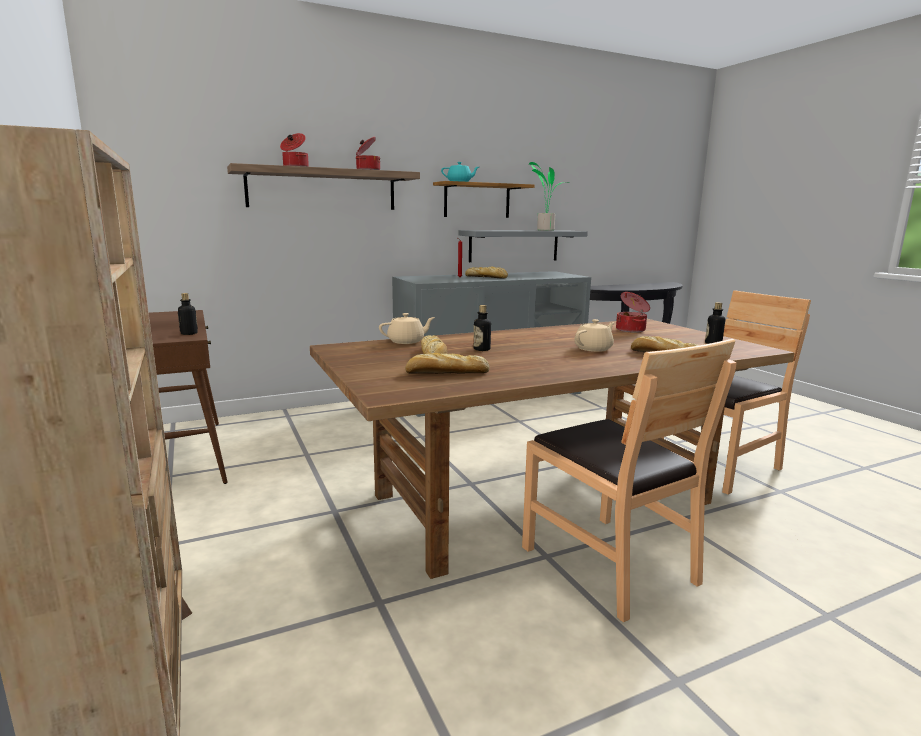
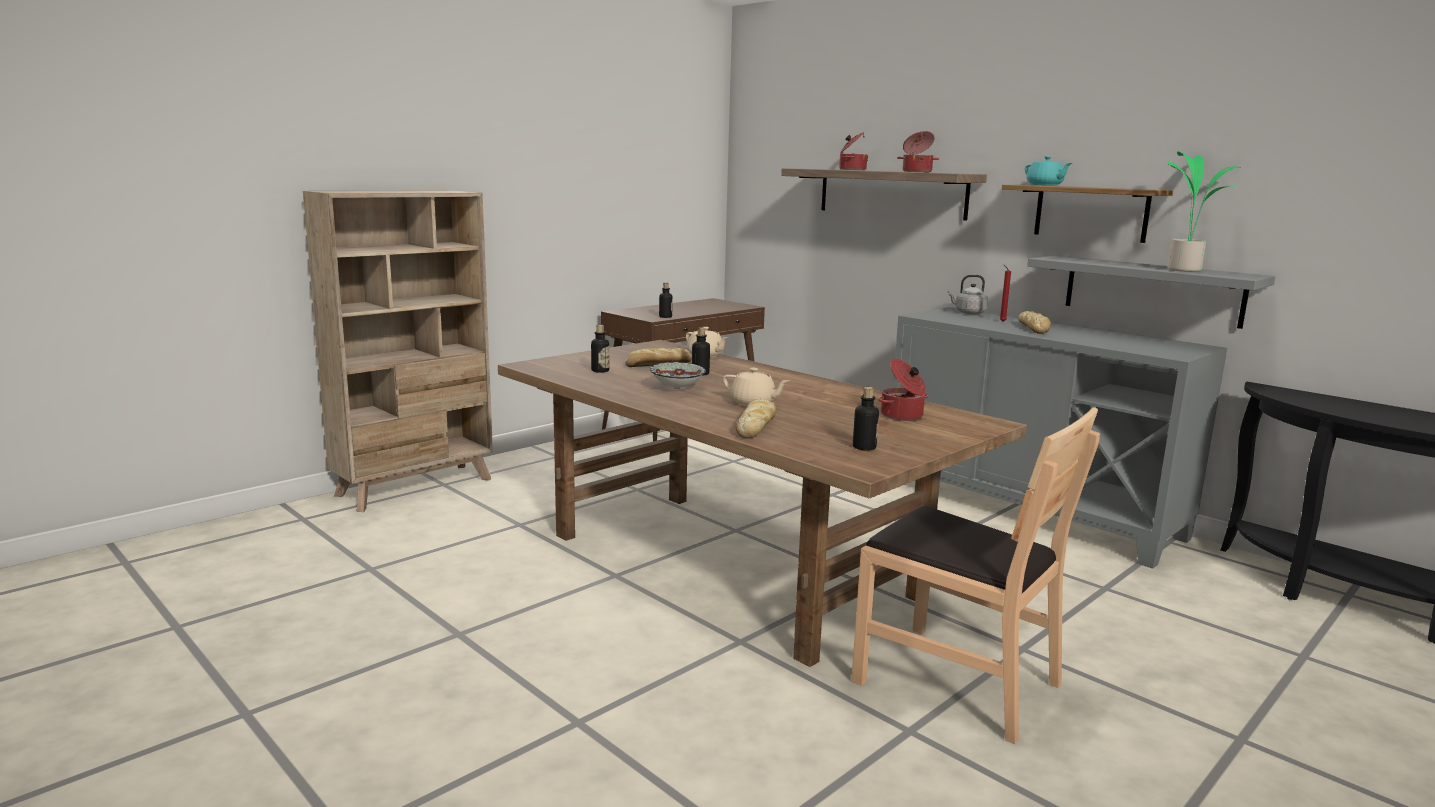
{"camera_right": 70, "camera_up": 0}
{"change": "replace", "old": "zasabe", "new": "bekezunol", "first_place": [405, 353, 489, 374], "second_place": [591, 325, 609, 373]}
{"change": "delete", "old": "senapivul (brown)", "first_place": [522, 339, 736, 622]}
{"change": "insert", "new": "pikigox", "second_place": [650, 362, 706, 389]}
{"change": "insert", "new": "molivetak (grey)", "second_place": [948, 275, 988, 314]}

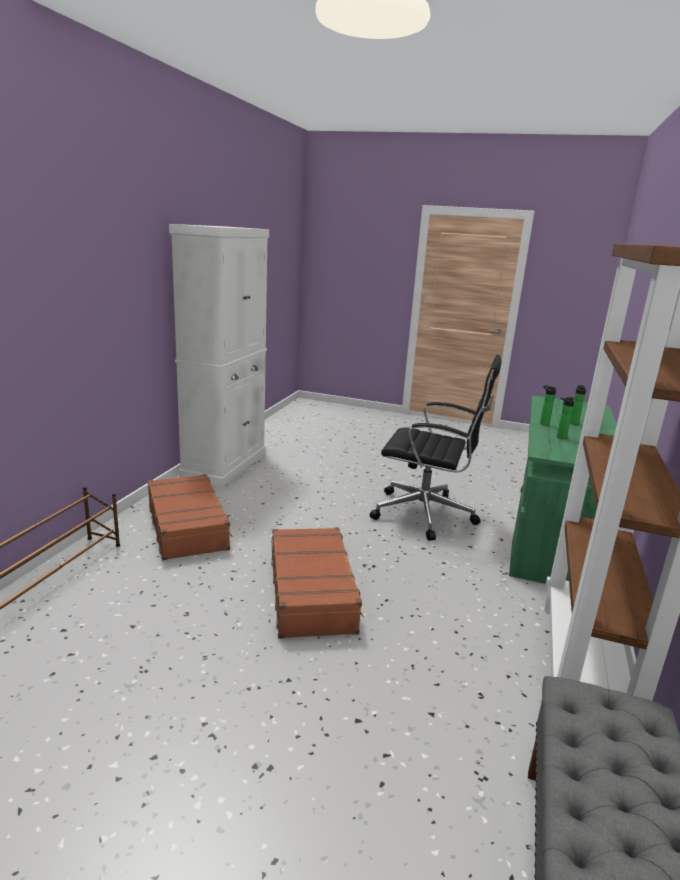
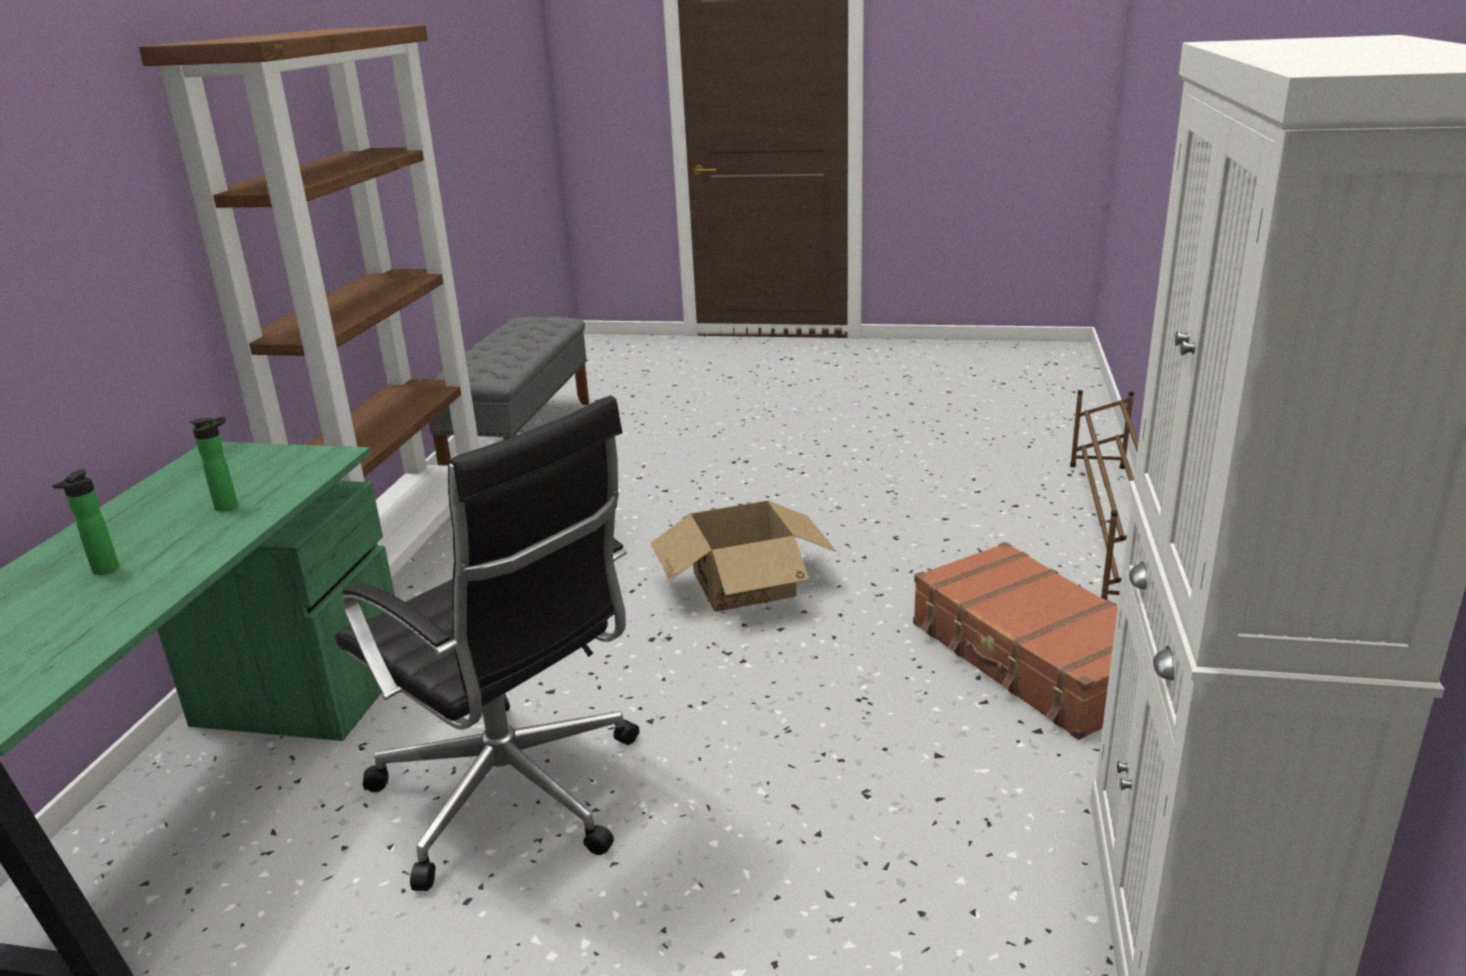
{"camera_right": 175, "camera_up": 5}
{"change": "replace", "old": "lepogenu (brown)", "new": "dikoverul", "first_place": [272, 527, 364, 639], "second_place": [651, 501, 836, 612]}
{"change": "rotate", "old": "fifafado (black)", "first_place": [370, 355, 502, 541], "second_place": [335, 396, 639, 891], "degrees": -150}
{"change": "delete", "old": "bekezunol", "first_place": [540, 385, 556, 426]}

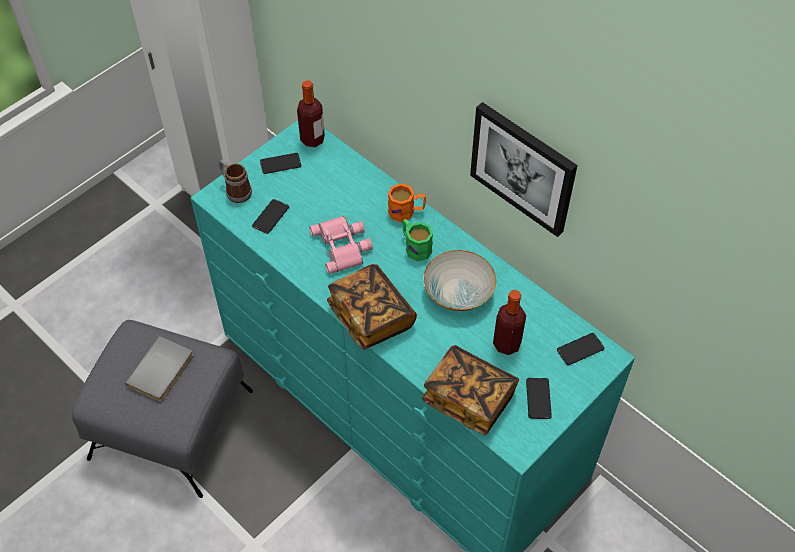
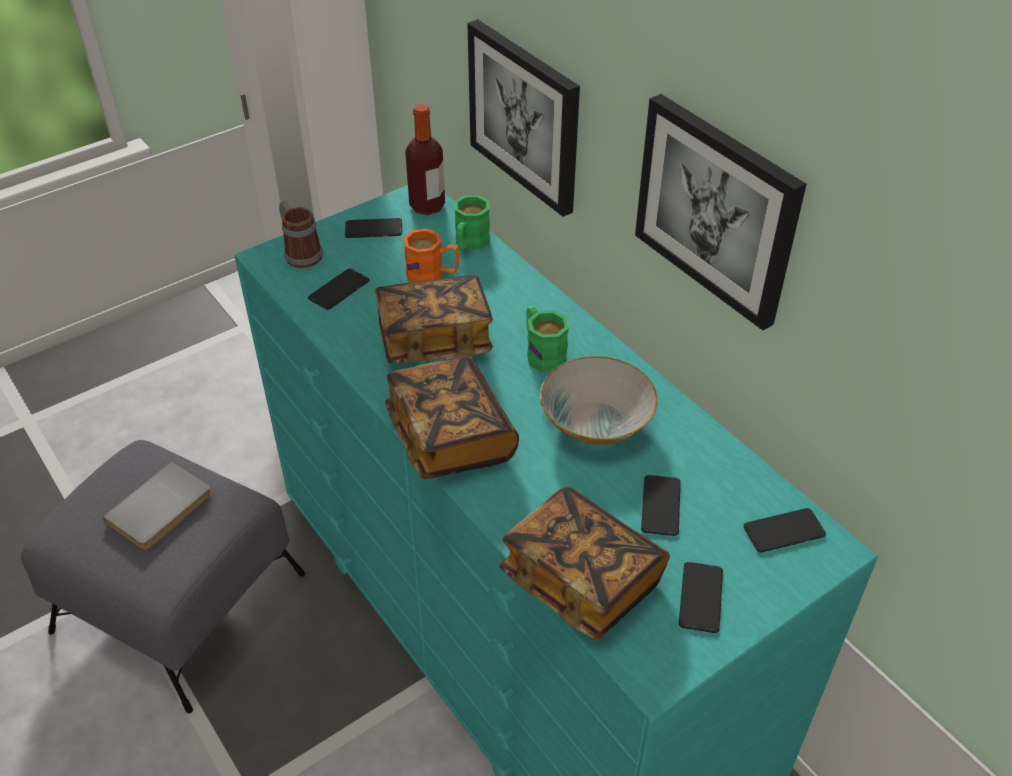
{"camera_right": 10, "camera_up": -10}
{"change": "replace", "old": "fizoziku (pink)", "new": "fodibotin", "first_place": [309, 216, 373, 274], "second_place": [374, 275, 493, 363]}
{"change": "move", "old": "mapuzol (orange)", "first_place": [388, 183, 426, 222], "second_place": [403, 228, 459, 282]}
{"change": "replace", "old": "bekezunol", "new": "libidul", "first_place": [493, 290, 526, 355], "second_place": [641, 475, 681, 536]}
{"change": "insert", "new": "mapuzol (green)", "second_place": [454, 195, 490, 251]}
{"change": "insert", "new": "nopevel", "second_place": [467, 19, 580, 217]}

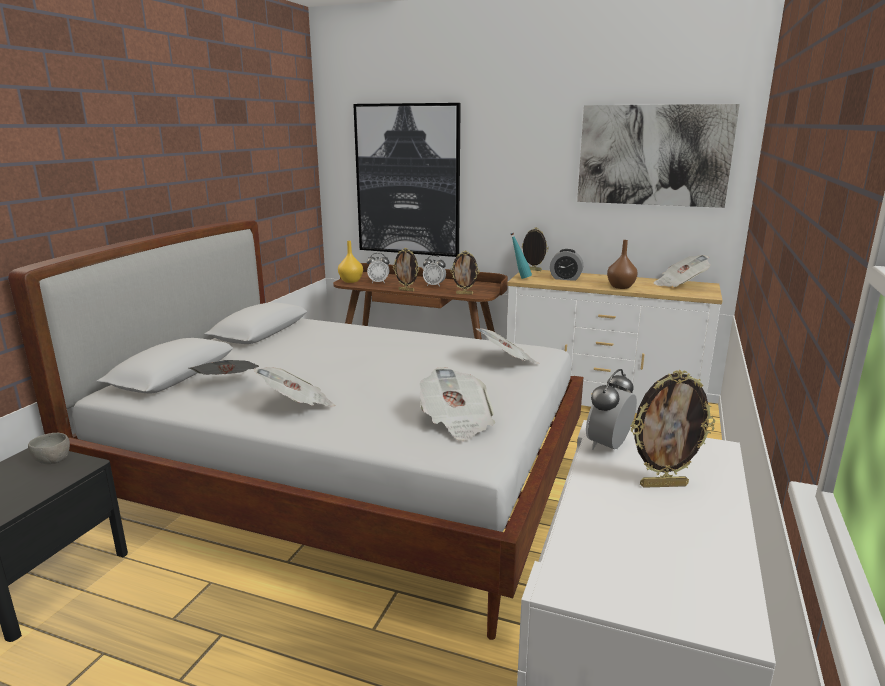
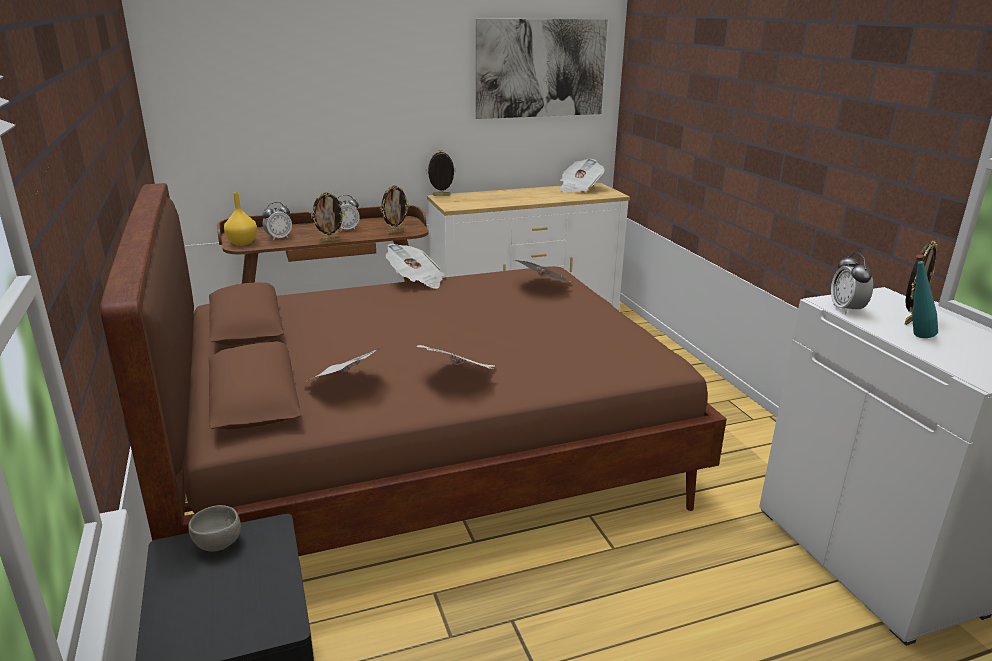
{"camera_right": -40, "camera_up": 5}
{"change": "recolor", "old": "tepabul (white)", "new": "tepabul (brown)", "first_place": [8, 220, 583, 640], "second_place": [100, 183, 727, 556]}
{"change": "delete", "old": "nopevel", "first_place": [353, 103, 461, 257]}
{"change": "move", "old": "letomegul", "first_place": [419, 367, 495, 441], "second_place": [385, 244, 445, 289]}
{"change": "move", "old": "bekezunol (turquoise)", "first_place": [511, 233, 532, 279], "second_place": [912, 254, 938, 338]}
{"change": "delete", "old": "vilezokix", "first_place": [550, 249, 583, 281]}
{"change": "delete", "old": "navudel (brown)", "first_place": [607, 240, 638, 289]}

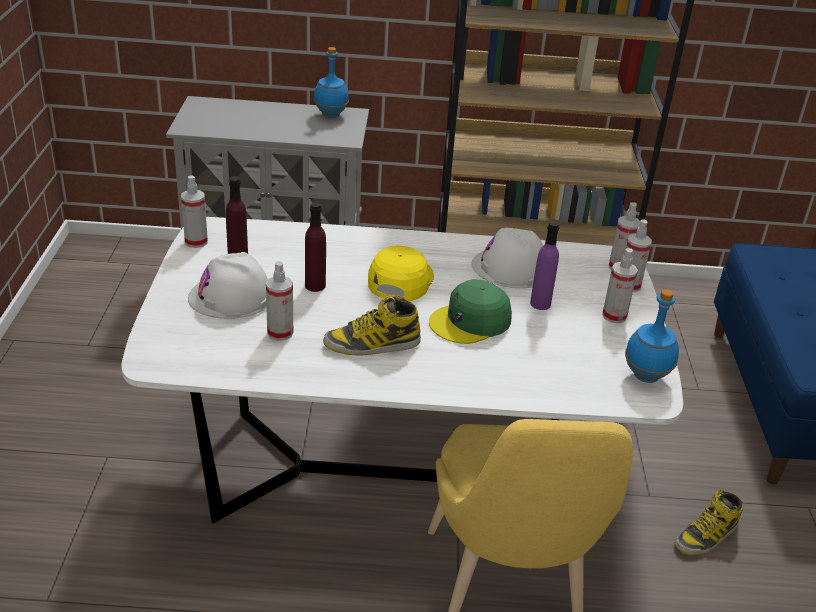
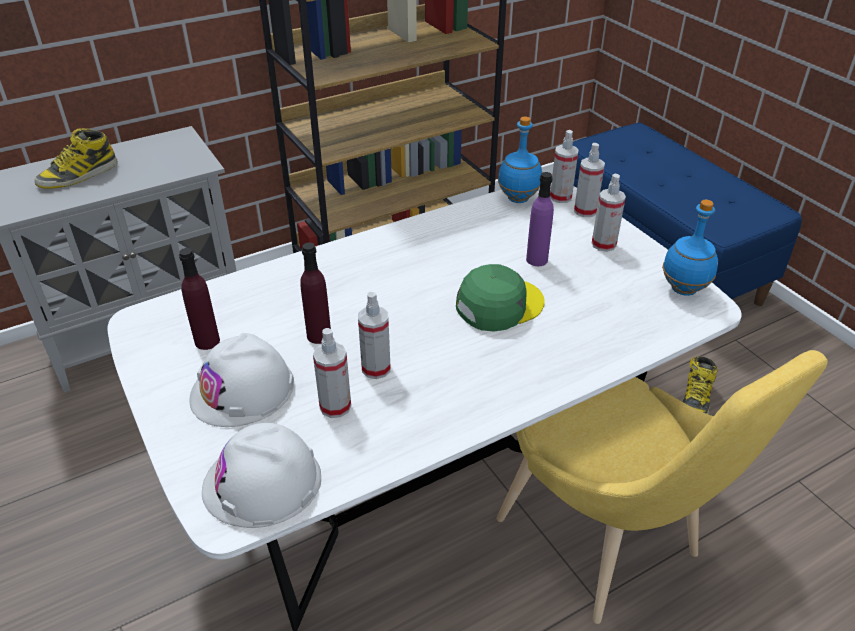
{"camera_right": -30, "camera_up": 5}
{"change": "move", "old": "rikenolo", "first_place": [181, 175, 208, 248], "second_place": [358, 292, 391, 379]}
{"change": "move", "old": "bekezunol (blue)", "first_place": [314, 47, 349, 118], "second_place": [498, 117, 542, 203]}
{"change": "move", "old": "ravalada", "first_place": [323, 295, 421, 356], "second_place": [35, 128, 118, 189]}
{"change": "delete", "old": "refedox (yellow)", "first_place": [368, 245, 434, 301]}
{"change": "rotate", "old": "refedox (green)", "first_place": [429, 279, 512, 344], "second_place": [456, 264, 545, 331], "degrees": -150}
{"change": "move", "old": "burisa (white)", "first_place": [471, 228, 543, 288], "second_place": [202, 423, 321, 528]}

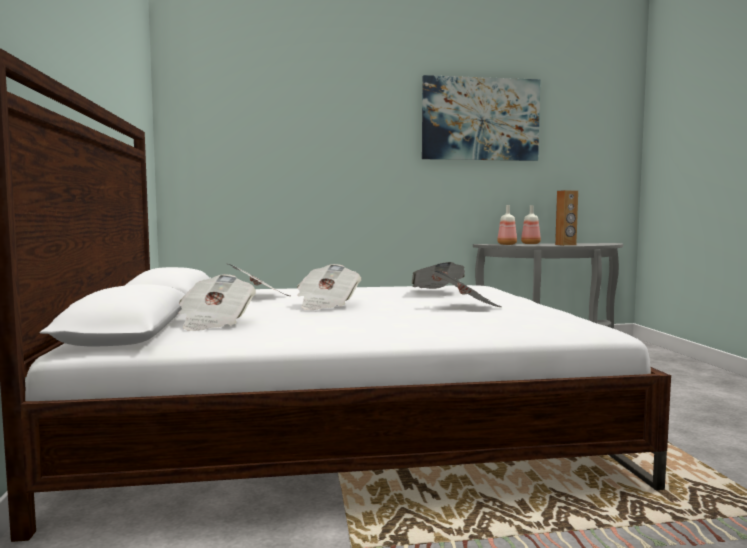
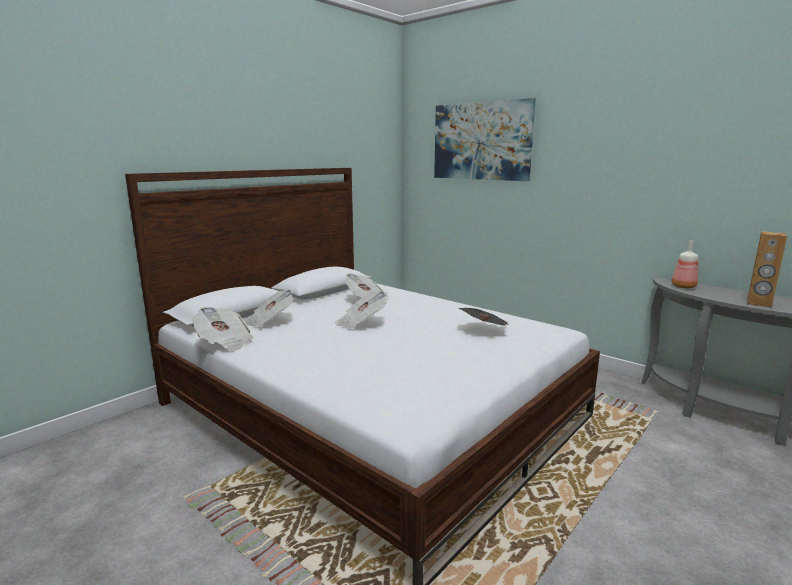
{"camera_right": 50, "camera_up": 10}
{"change": "move", "old": "nopevel", "first_place": [422, 75, 541, 161], "second_place": [434, 98, 536, 181]}
{"change": "move", "old": "letomegul", "first_place": [432, 270, 502, 307], "second_place": [192, 307, 254, 351]}
{"change": "delete", "old": "bekezunol", "first_place": [521, 205, 541, 244]}

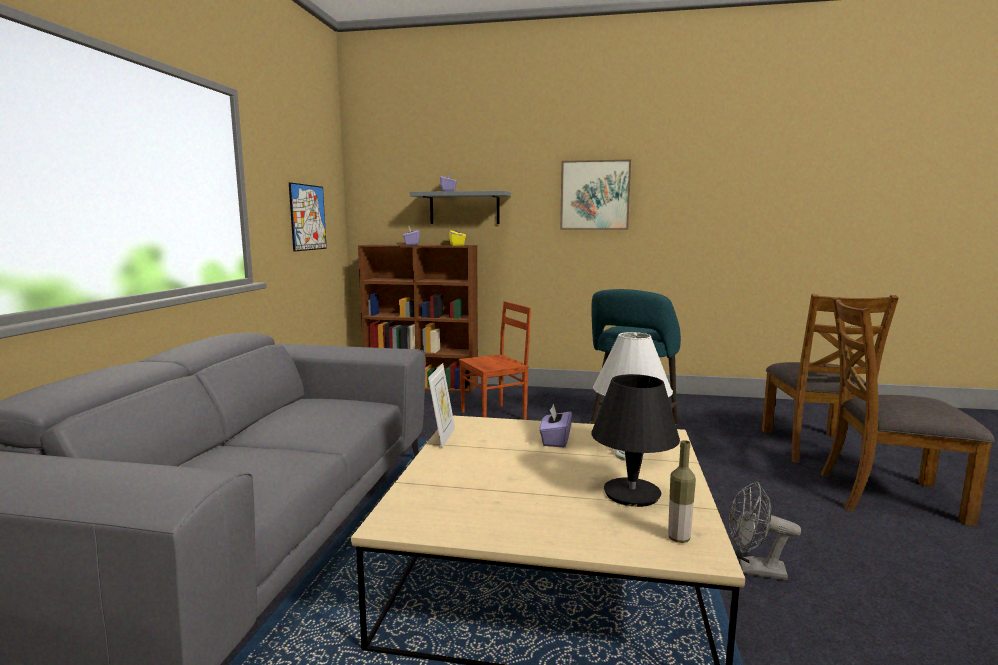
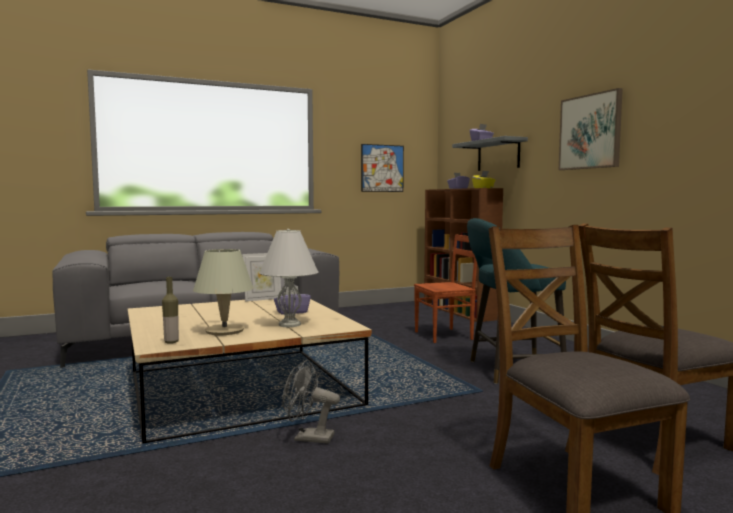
{"camera_right": 55, "camera_up": -5}
{"change": "rotate", "old": "senapivul (brown)", "first_place": [459, 301, 531, 420], "second_place": [414, 234, 477, 343], "degrees": -45}
{"change": "recolor", "old": "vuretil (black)", "new": "vuretil (beige)", "first_place": [592, 374, 680, 507], "second_place": [193, 249, 253, 335]}
{"change": "rotate", "old": "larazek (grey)", "first_place": [729, 481, 801, 580], "second_place": [282, 360, 340, 444], "degrees": -60}

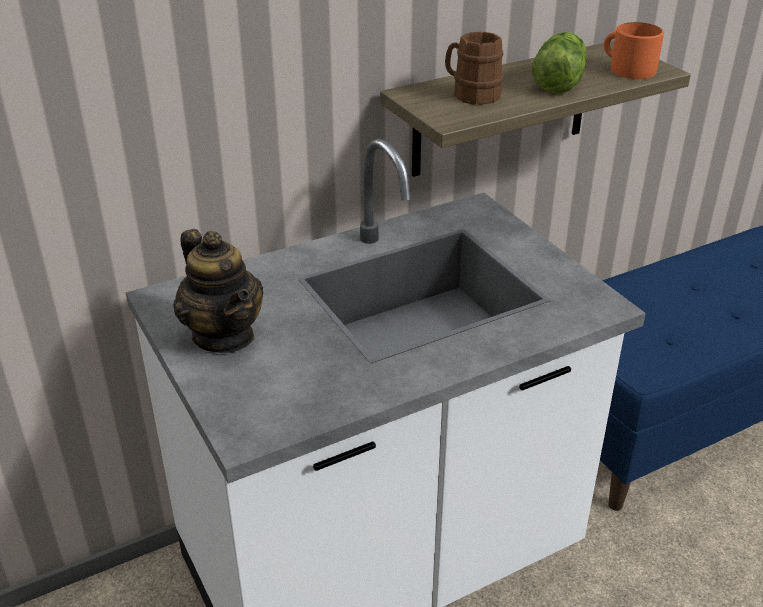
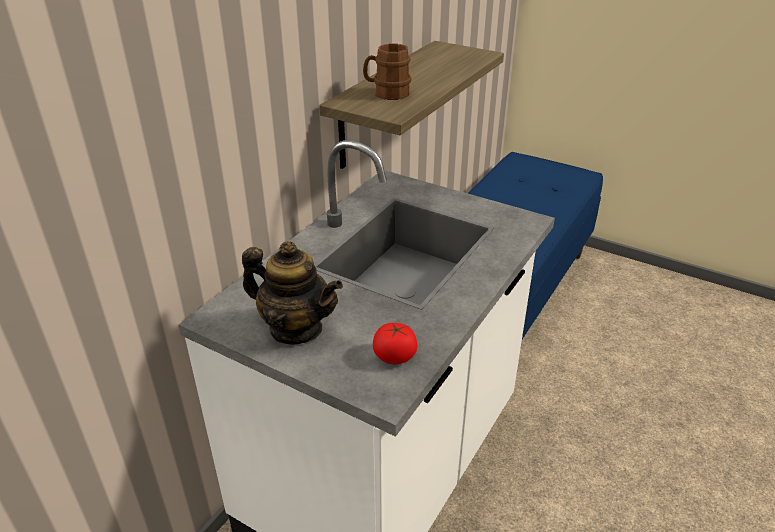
{"camera_right": -30, "camera_up": 0}
{"change": "delete", "old": "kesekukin", "first_place": [532, 32, 587, 94]}
{"change": "delete", "old": "mapuzol (orange)", "first_place": [604, 22, 664, 79]}
{"change": "insert", "new": "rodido", "second_place": [373, 323, 417, 364]}

